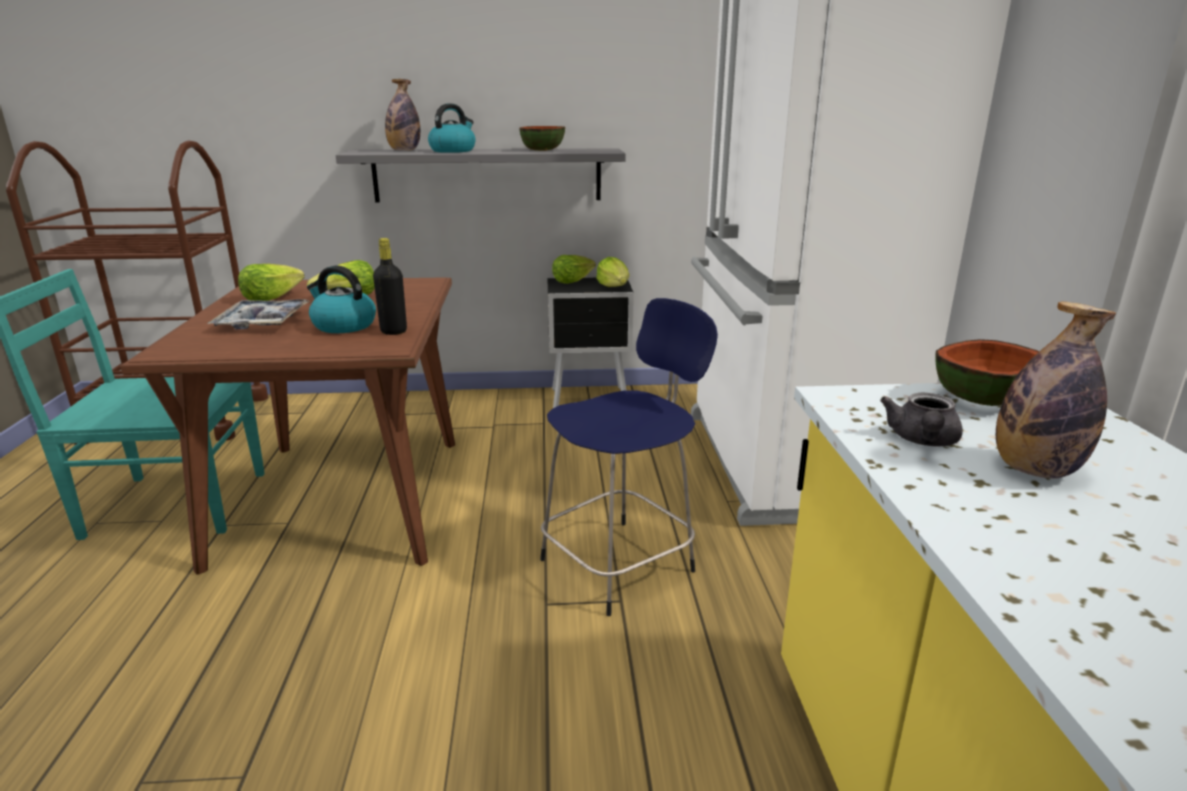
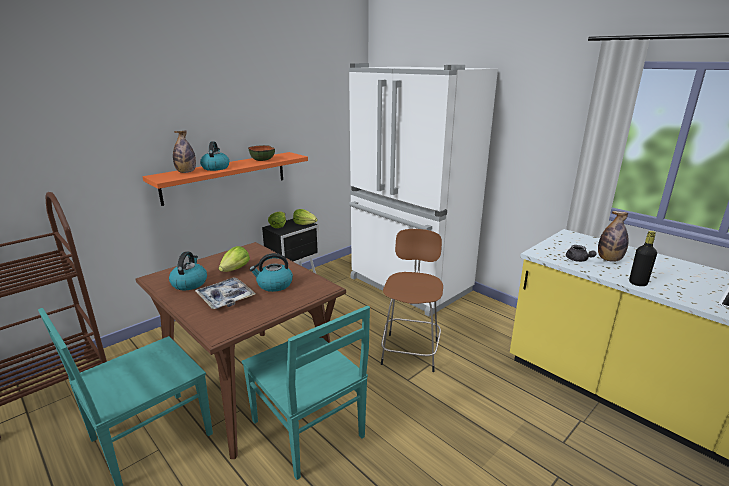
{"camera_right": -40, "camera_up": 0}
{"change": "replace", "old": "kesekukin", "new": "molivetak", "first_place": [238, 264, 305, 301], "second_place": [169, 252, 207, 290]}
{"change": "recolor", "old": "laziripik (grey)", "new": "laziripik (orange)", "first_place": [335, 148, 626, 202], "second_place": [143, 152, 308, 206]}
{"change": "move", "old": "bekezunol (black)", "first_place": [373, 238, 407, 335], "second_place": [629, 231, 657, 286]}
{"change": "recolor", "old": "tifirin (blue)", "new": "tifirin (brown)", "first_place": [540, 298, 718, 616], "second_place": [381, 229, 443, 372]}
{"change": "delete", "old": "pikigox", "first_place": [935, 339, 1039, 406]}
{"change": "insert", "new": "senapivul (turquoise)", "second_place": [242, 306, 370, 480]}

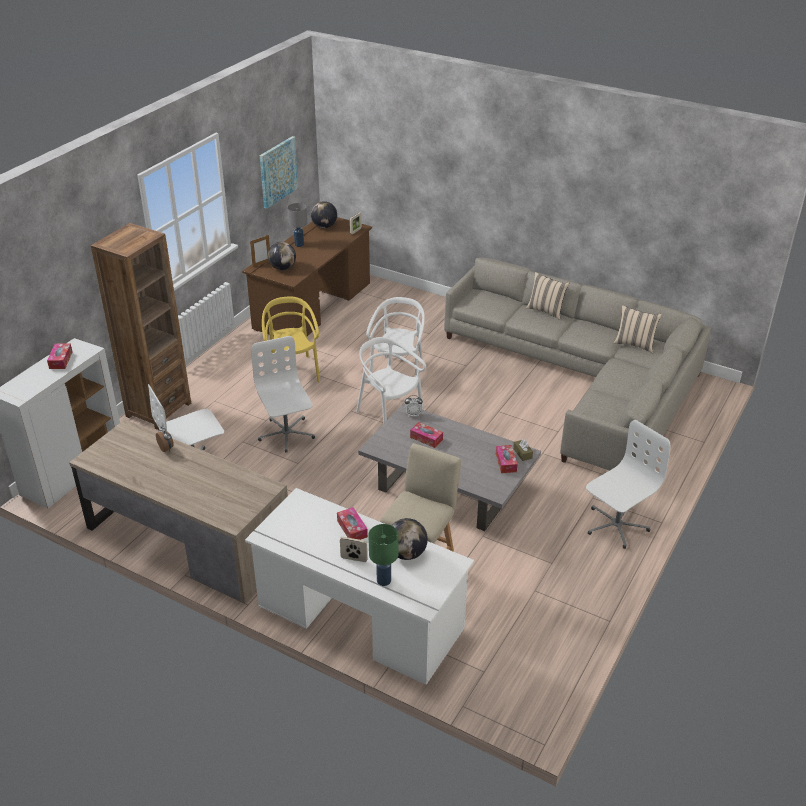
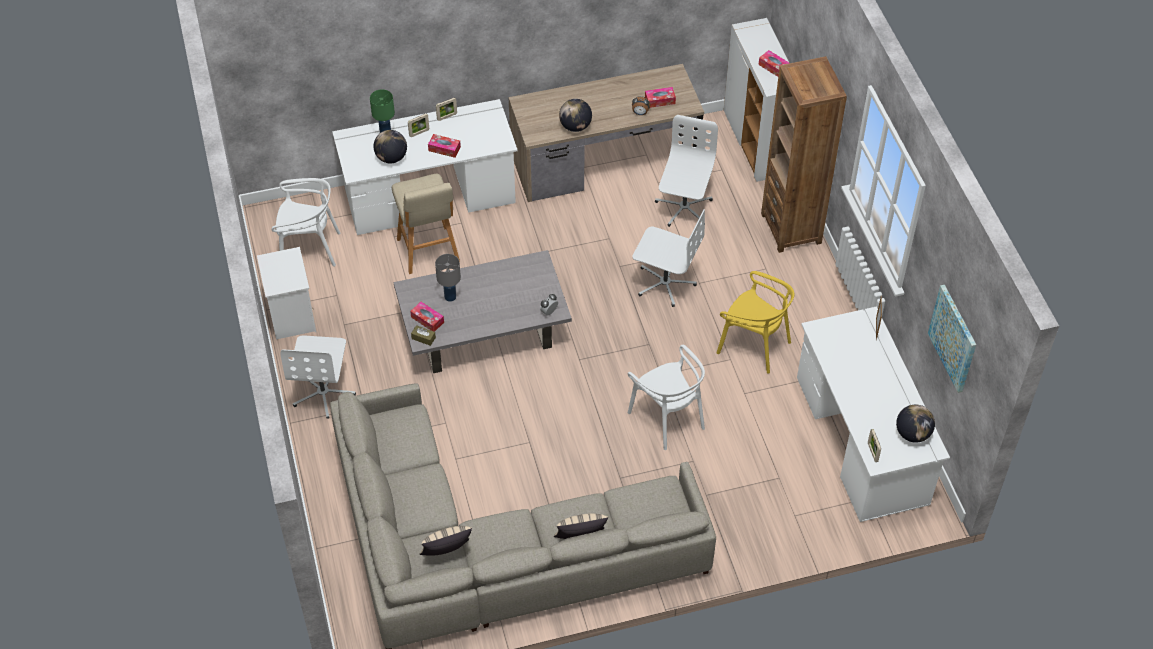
{"camera_right": 135, "camera_up": 15}
{"change": "recolor", "old": "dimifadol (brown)", "new": "dimifadol (white)", "first_place": [242, 217, 372, 336], "second_place": [797, 306, 950, 522]}
{"change": "move", "old": "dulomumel", "first_place": [268, 242, 296, 270], "second_place": [559, 99, 592, 132]}
{"change": "move", "old": "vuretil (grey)", "first_place": [287, 203, 307, 247], "second_place": [435, 254, 461, 302]}
{"change": "move", "old": "senapivul (white)", "first_place": [356, 337, 426, 424], "second_place": [271, 178, 341, 267]}
{"change": "move", "old": "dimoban", "first_place": [410, 422, 443, 448], "second_place": [645, 87, 676, 108]}
{"change": "insert", "new": "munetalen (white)", "second_place": [257, 247, 316, 339]}
{"change": "insert", "new": "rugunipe", "second_place": [436, 98, 457, 121]}

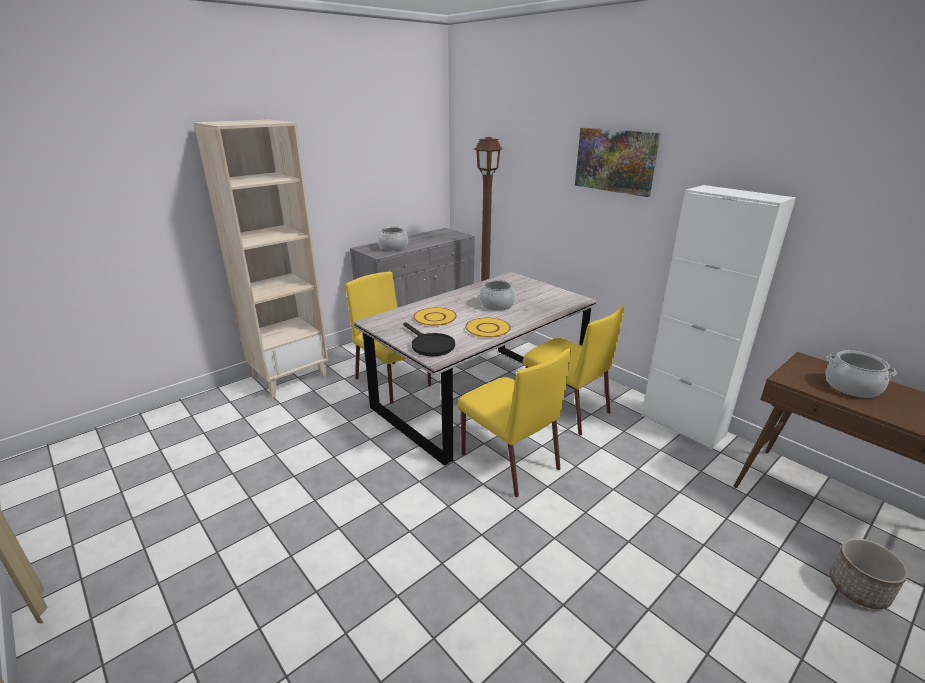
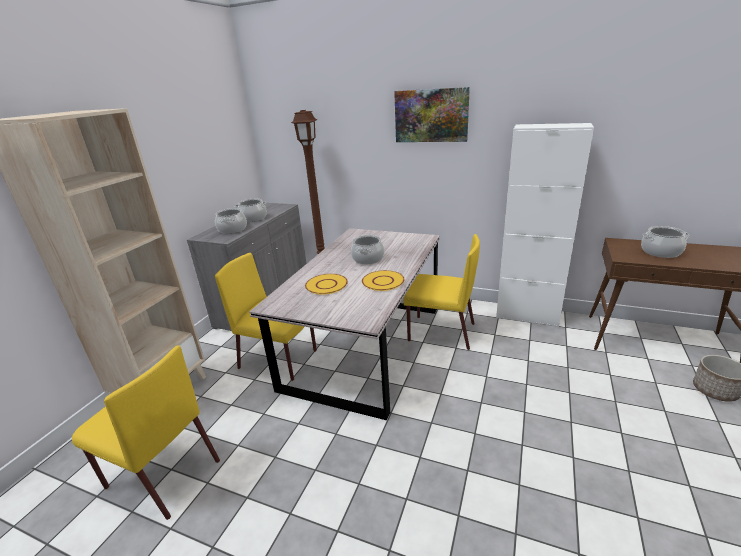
{"camera_right": -25, "camera_up": 0}
{"change": "delete", "old": "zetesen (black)", "first_place": [404, 322, 455, 356]}
{"change": "move", "old": "senapivul (yellow)", "first_place": [457, 348, 571, 498], "second_place": [72, 345, 220, 520]}
{"change": "insert", "new": "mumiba", "second_place": [235, 199, 267, 222]}

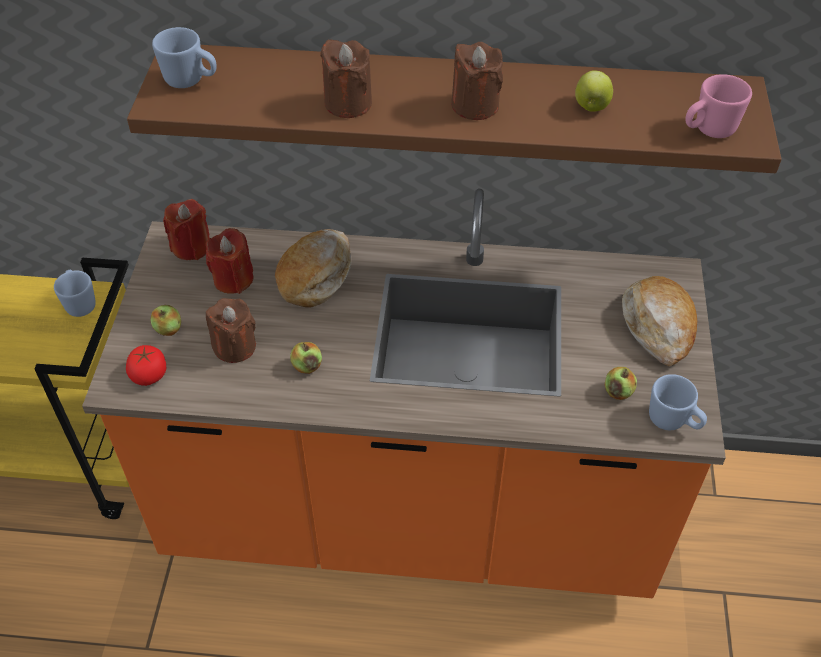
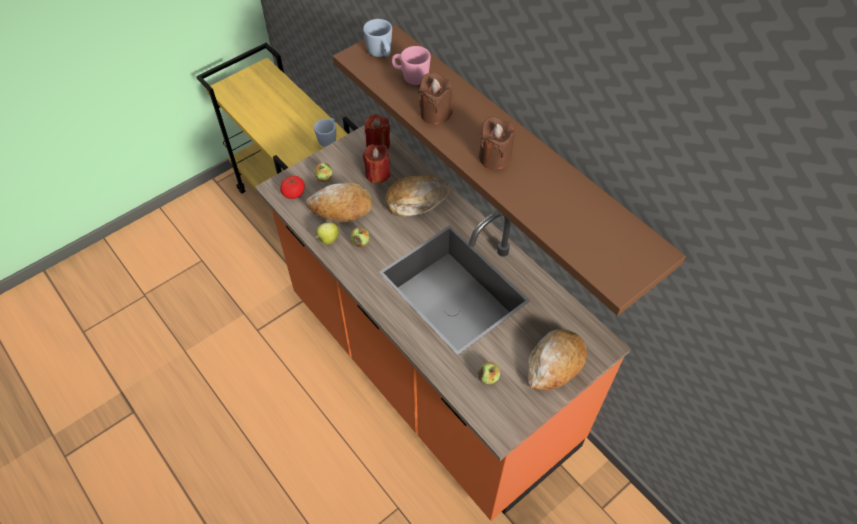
{"camera_right": 45, "camera_up": 5}
{"change": "replace", "old": "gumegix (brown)", "new": "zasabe", "first_place": [206, 298, 256, 363], "second_place": [306, 183, 373, 222]}
{"change": "move", "old": "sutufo", "first_place": [575, 70, 613, 112], "second_place": [315, 222, 339, 244]}
{"change": "delete", "old": "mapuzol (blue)", "first_place": [649, 374, 707, 430]}
{"change": "move", "old": "mapuzol (pink)", "first_place": [685, 74, 752, 138], "second_place": [392, 46, 431, 85]}

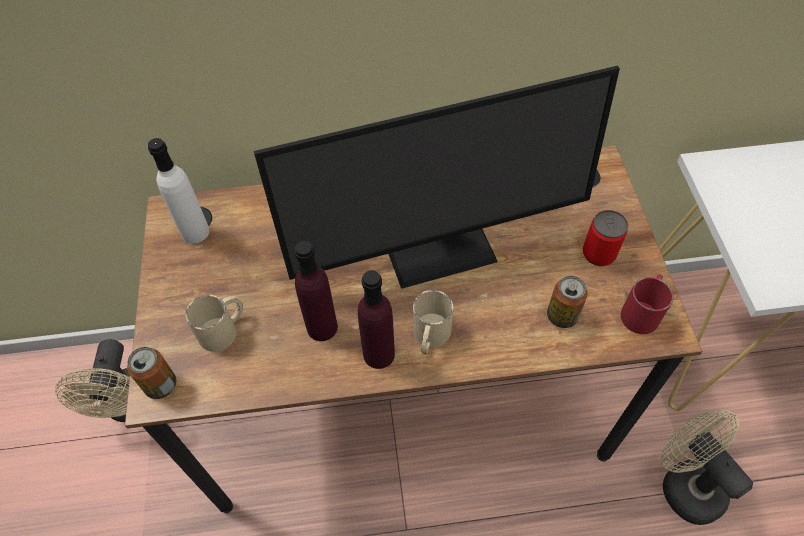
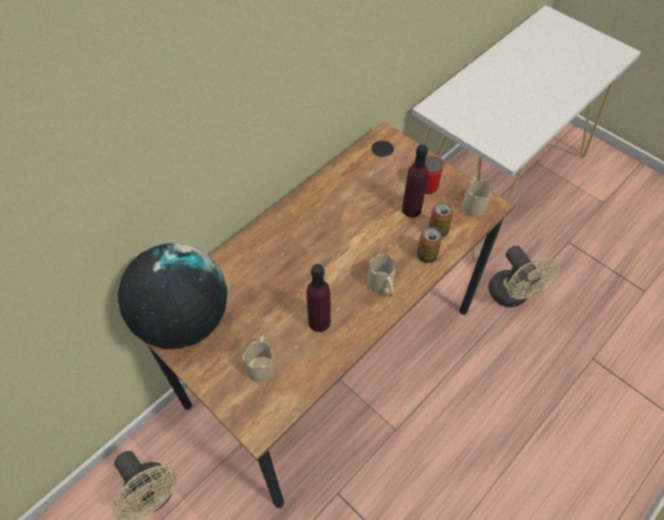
{"camera_right": -40, "camera_up": 0}
{"change": "move", "old": "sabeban", "first_place": [127, 347, 176, 399], "second_place": [417, 227, 442, 263]}
{"change": "replace", "old": "bekezunol (white)", "new": "dulomumel", "first_place": [148, 138, 210, 244], "second_place": [118, 243, 227, 349]}
{"change": "delete", "old": "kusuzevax", "first_place": [254, 66, 620, 289]}
{"change": "move", "old": "bekezunol (purple)", "first_place": [358, 270, 395, 369], "second_place": [402, 144, 428, 218]}
{"change": "recolor", "old": "mapuzol (red)", "new": "mapuzol (beige)", "first_place": [621, 274, 673, 334], "second_place": [462, 177, 492, 217]}
{"change": "rotate", "old": "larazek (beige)", "first_place": [661, 410, 753, 525], "second_place": [488, 246, 559, 307], "degrees": -135}

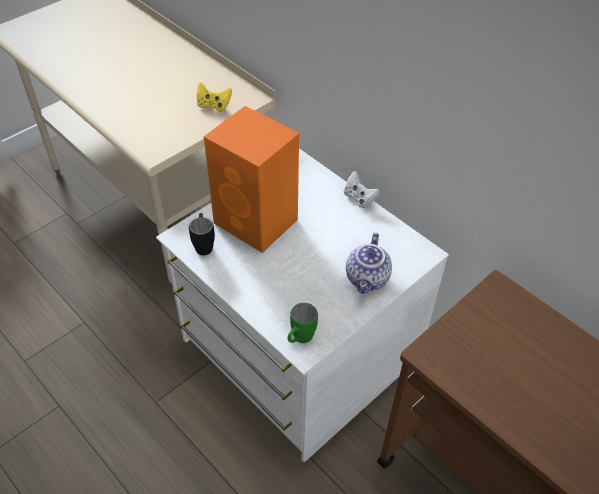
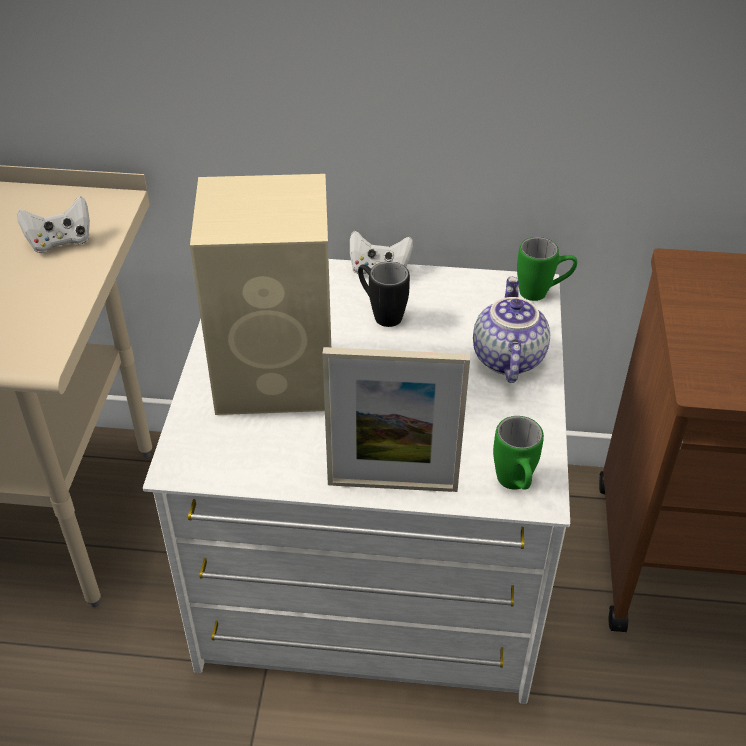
{"camera_right": -40, "camera_up": -5}
{"change": "move", "old": "mapuzol (black)", "first_place": [189, 213, 215, 255], "second_place": [358, 262, 410, 327]}
{"change": "recolor", "old": "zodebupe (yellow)", "new": "zodebupe (white)", "first_place": [196, 82, 232, 112], "second_place": [17, 196, 90, 253]}
{"change": "recolor", "old": "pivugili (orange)", "new": "pivugili (beige)", "first_place": [204, 106, 299, 253], "second_place": [190, 174, 331, 415]}
{"change": "rotate", "old": "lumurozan", "first_place": [346, 232, 392, 294], "second_place": [473, 277, 550, 383], "degrees": -150}
{"change": "insert", "new": "rugunipe", "second_place": [322, 347, 470, 492]}
{"change": "insert", "new": "mapuzol (green)", "second_place": [517, 237, 577, 301]}

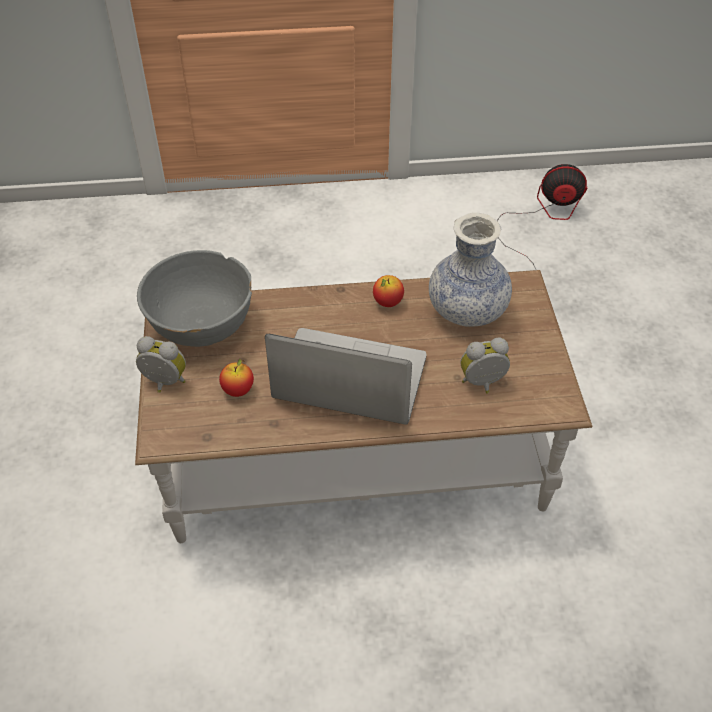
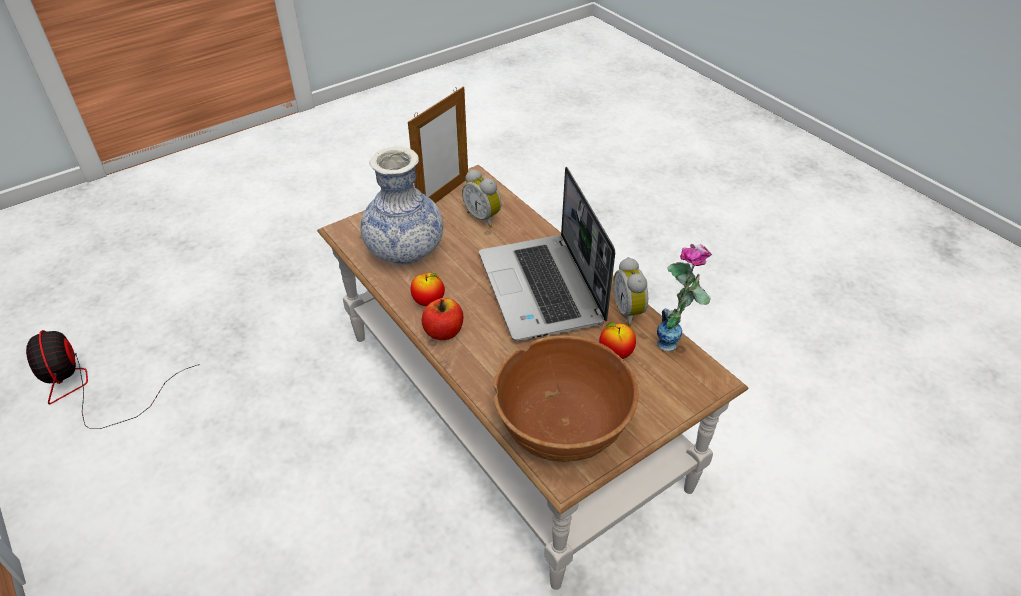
{"camera_right": -120, "camera_up": -5}
{"change": "move", "old": "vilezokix", "first_place": [136, 336, 186, 393], "second_place": [613, 257, 648, 326]}
{"change": "recolor", "old": "pikigox (grey)", "new": "pikigox (brown)", "first_place": [137, 250, 252, 347], "second_place": [493, 336, 639, 462]}
{"change": "insert", "new": "rugunipe", "second_place": [408, 86, 468, 203]}
{"change": "insert", "new": "sutufo", "second_place": [422, 298, 463, 340]}
{"change": "insert", "new": "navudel", "second_place": [657, 244, 712, 352]}

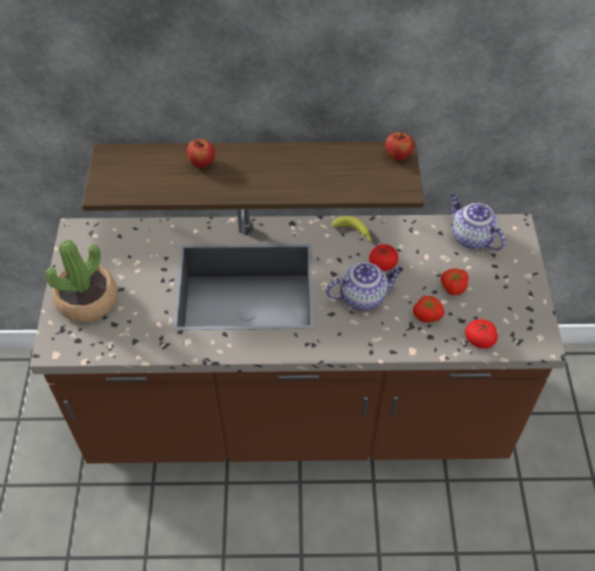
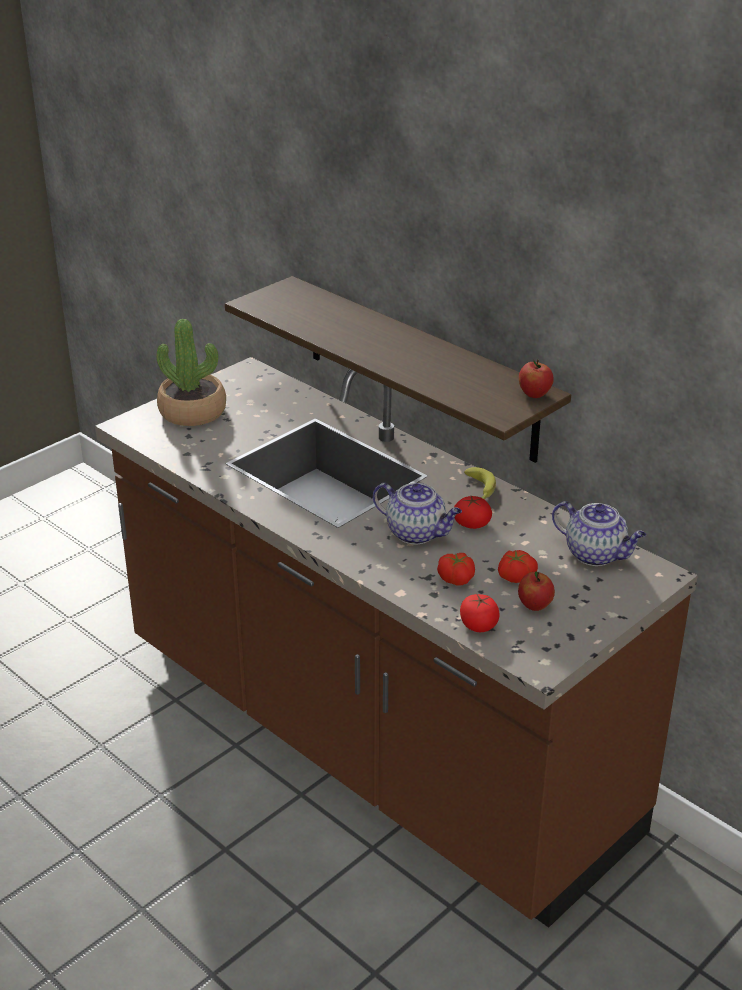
{"camera_right": 45, "camera_up": -20}
{"change": "move", "old": "sutufo", "first_place": [187, 139, 215, 168], "second_place": [518, 571, 555, 611]}
{"change": "rotate", "old": "lumurozan", "first_place": [450, 194, 506, 250], "second_place": [552, 501, 646, 566], "degrees": 120}

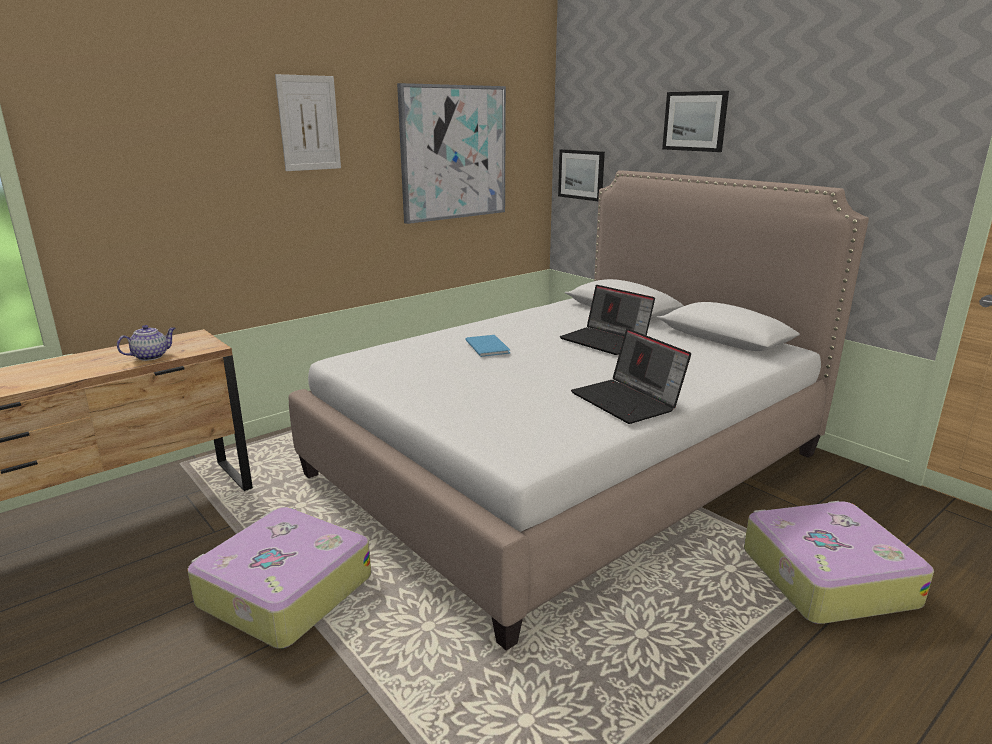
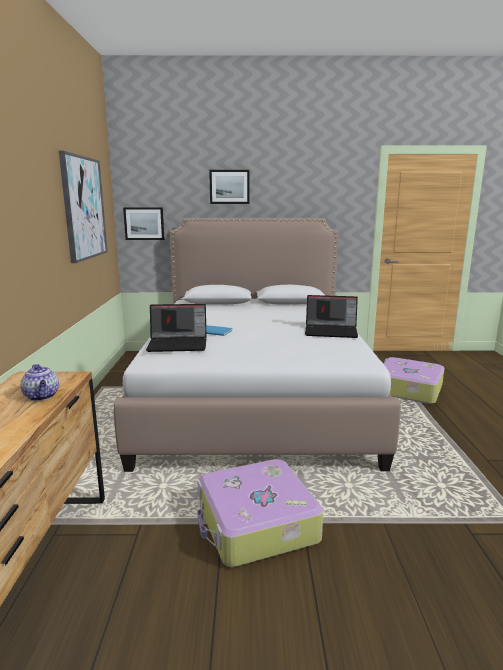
{"camera_right": -50, "camera_up": -5}
{"change": "rotate", "old": "lumurozan", "first_place": [117, 325, 176, 361], "second_place": [20, 364, 59, 401], "degrees": 150}
{"change": "delete", "old": "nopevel", "first_place": [275, 74, 341, 171]}
{"change": "move", "old": "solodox", "first_place": [560, 285, 655, 355], "second_place": [146, 304, 207, 352]}

